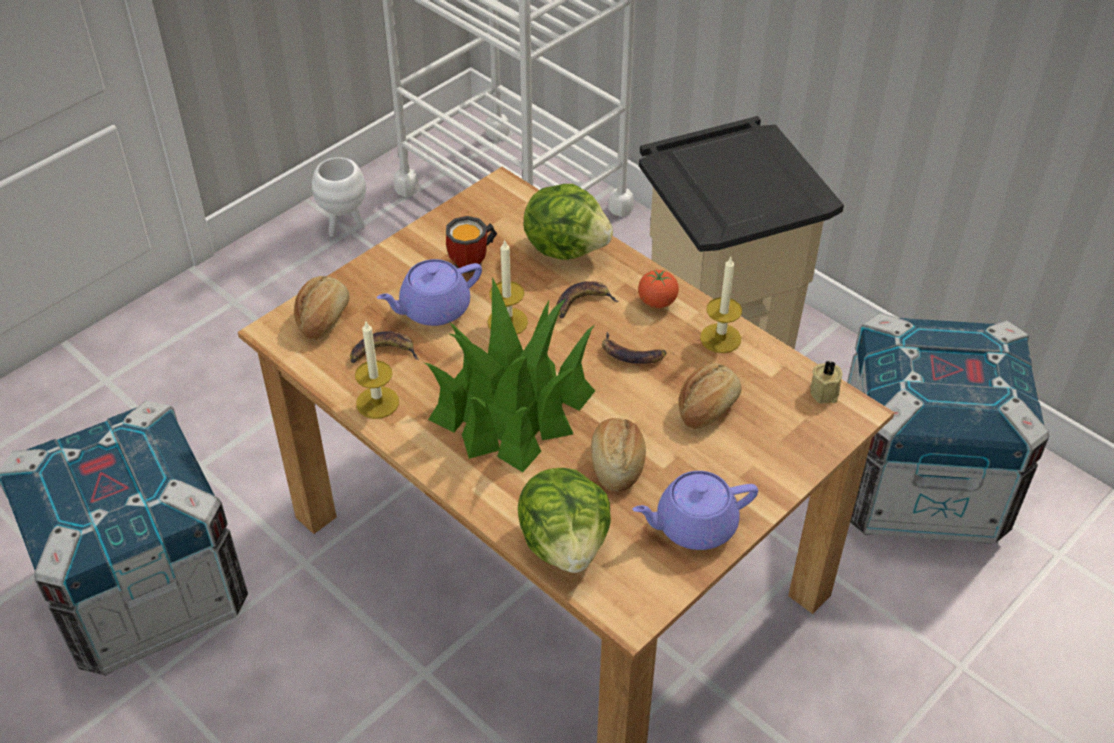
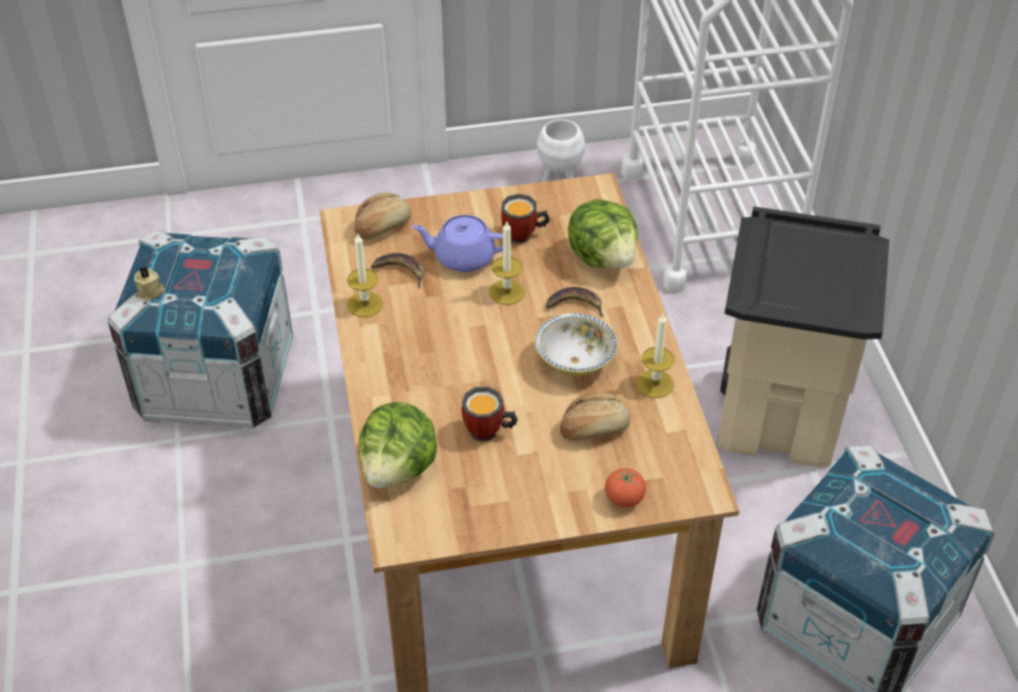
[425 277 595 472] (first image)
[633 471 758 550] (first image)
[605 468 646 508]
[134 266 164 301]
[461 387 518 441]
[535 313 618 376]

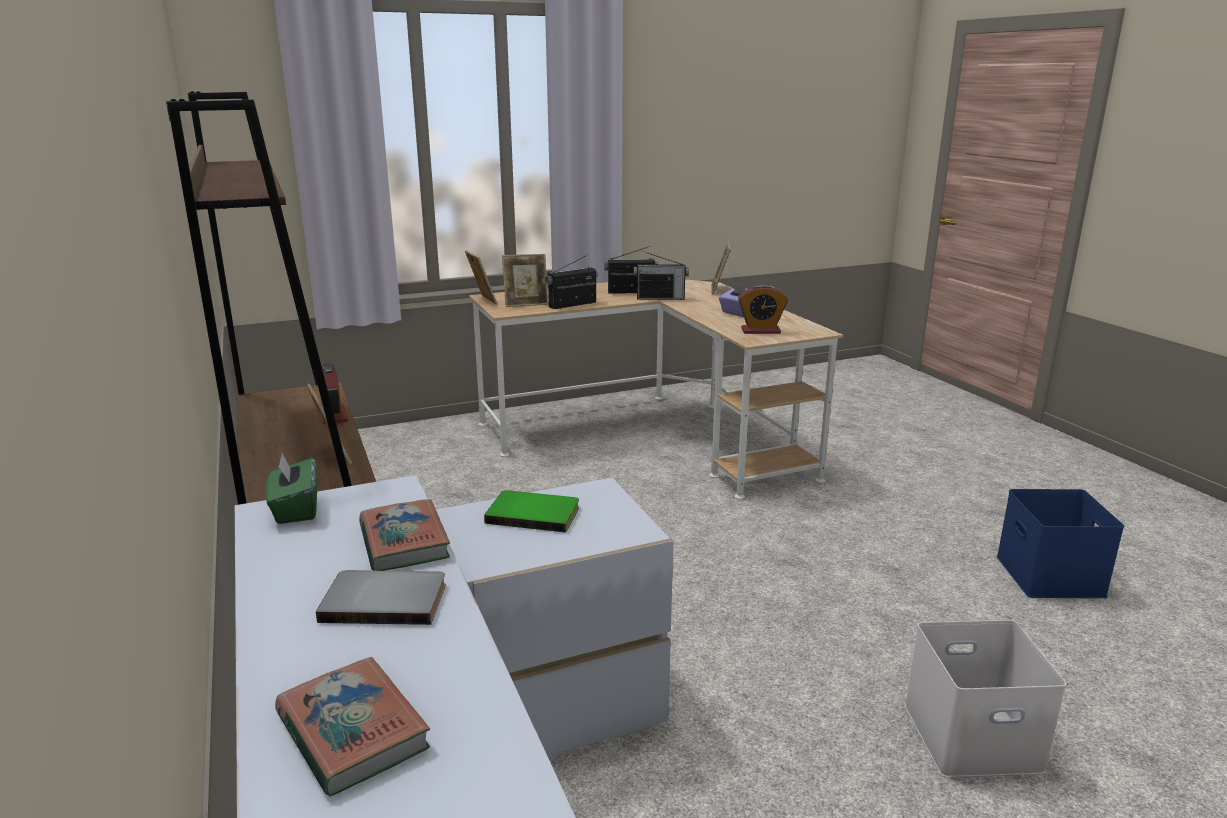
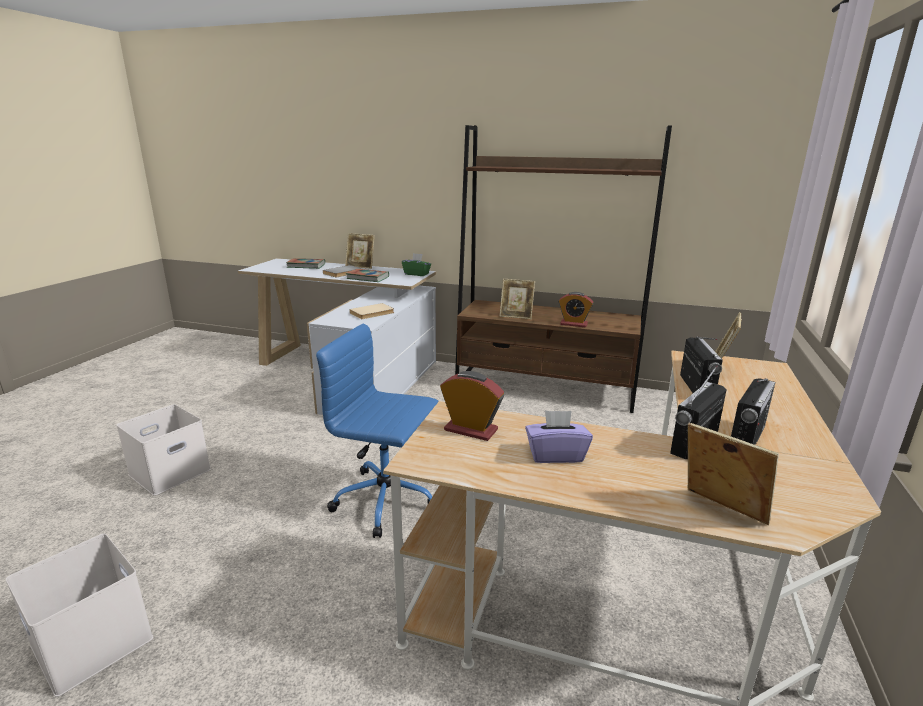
[316 324 439 538]
[345 233 375 269]
[349 303 394 319]
[6 534 154 697]
[440 371 504 441]

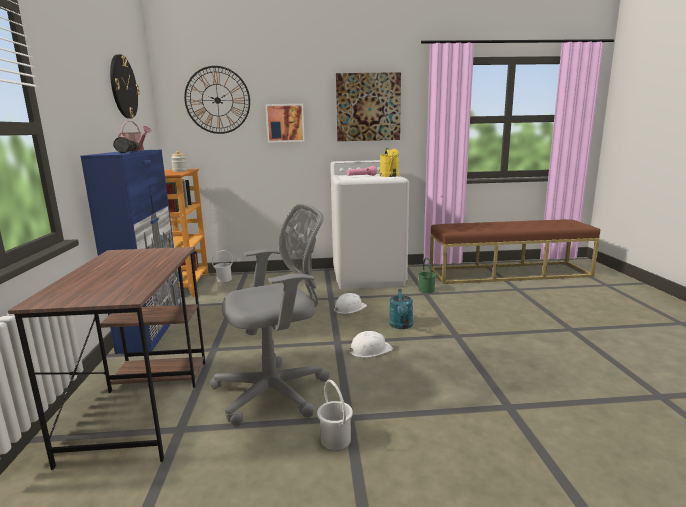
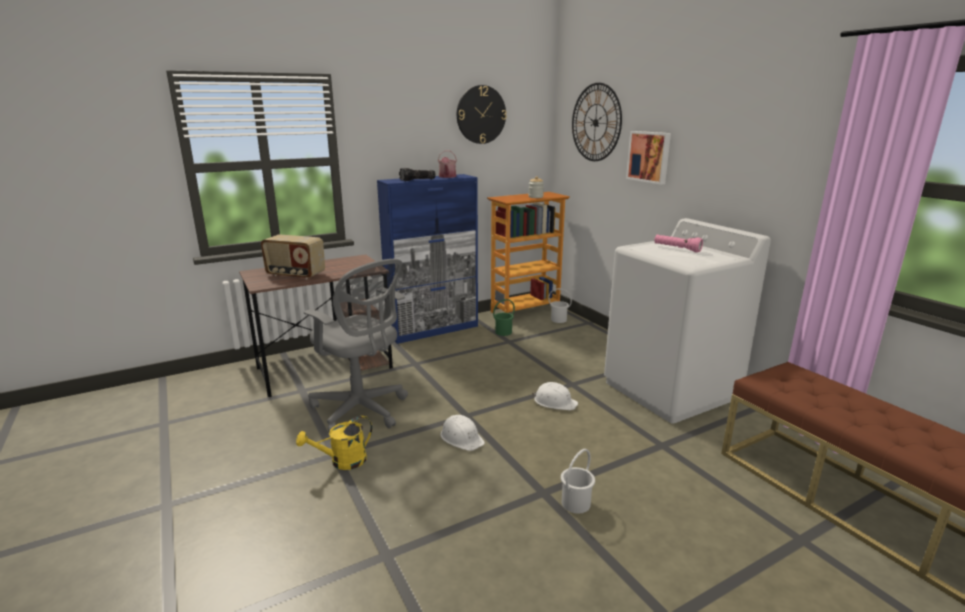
[336 72 401 141] (first image)
[389 289 413 329] (first image)
[261 234 325 279]
[561 449 595 514]
[296 416 372 470]
[493 299 515 336]

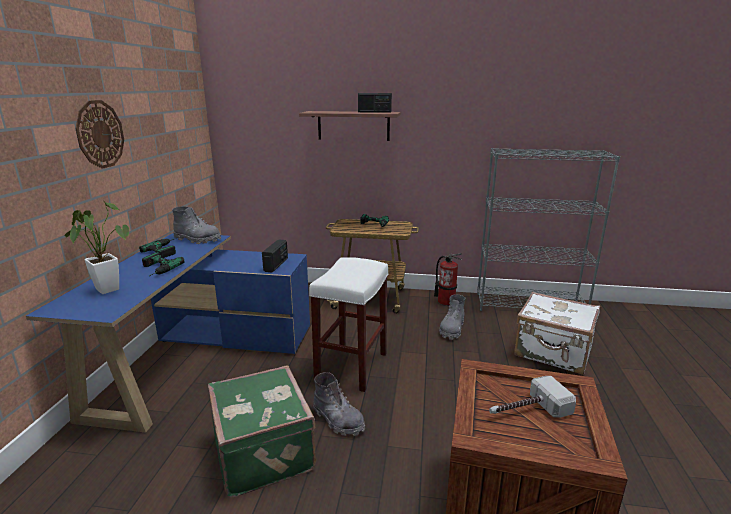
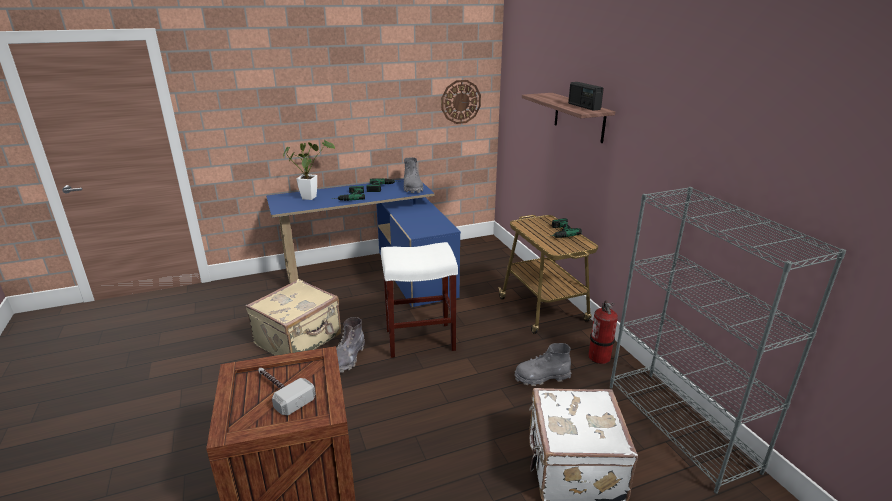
[262 239 288 272] (first image)
[441 80 481 124]
[245 279 341 356]

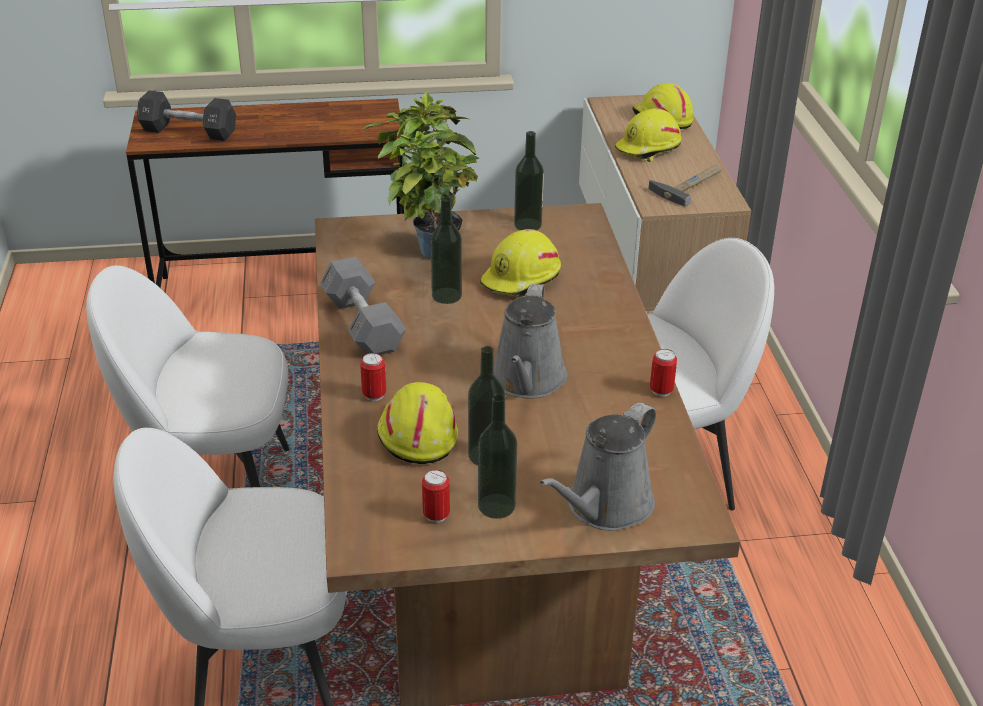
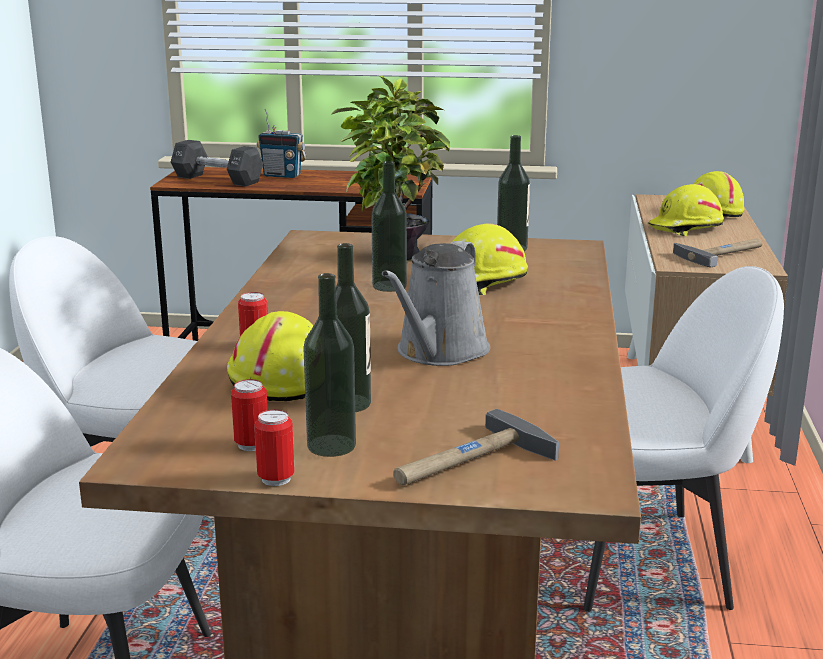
[320 256 406 355] (first image)
[257 109 307 178]
[255 409 295 486]
[393 409 559 485]

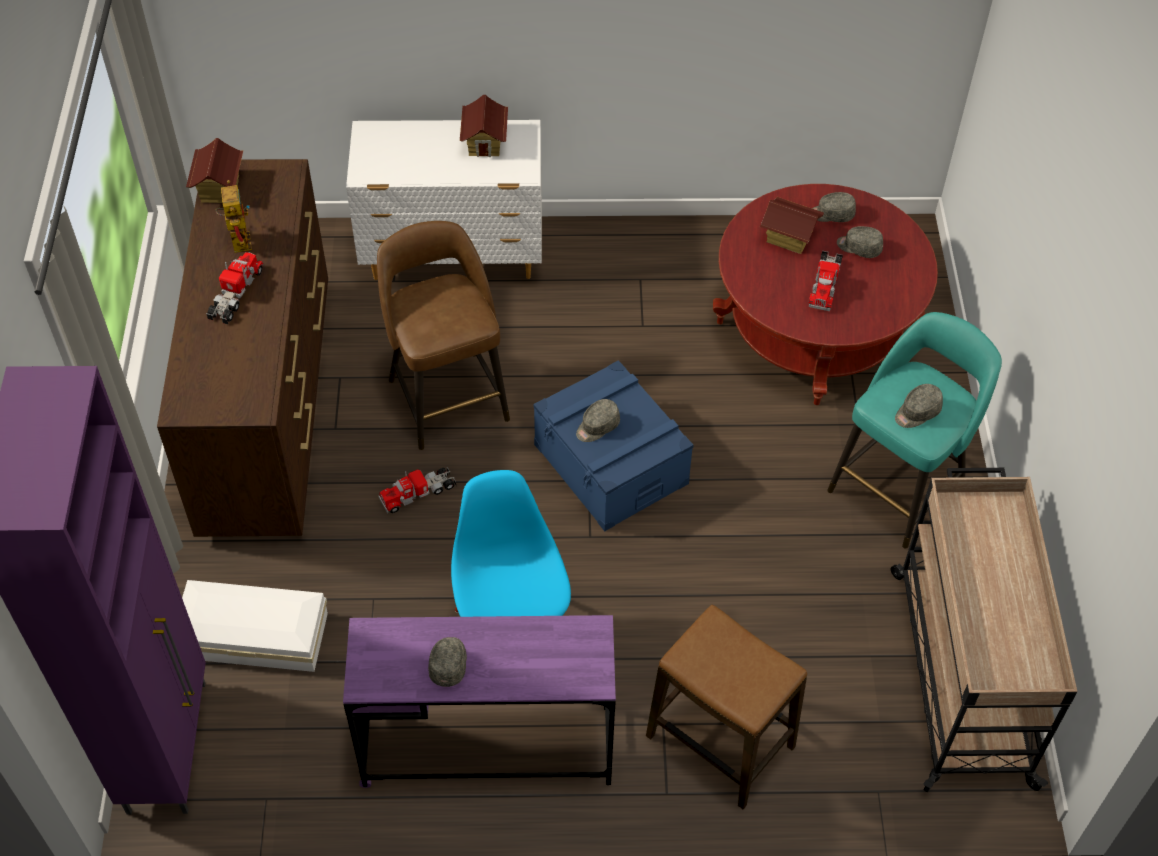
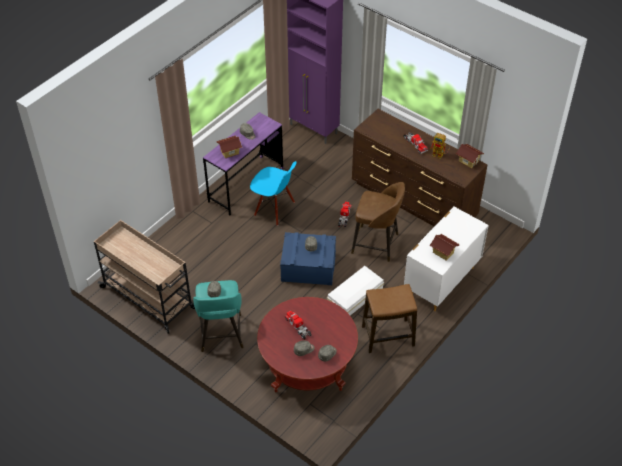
[327 266 384 315]
[362 284 417 353]
[216 136 242 158]

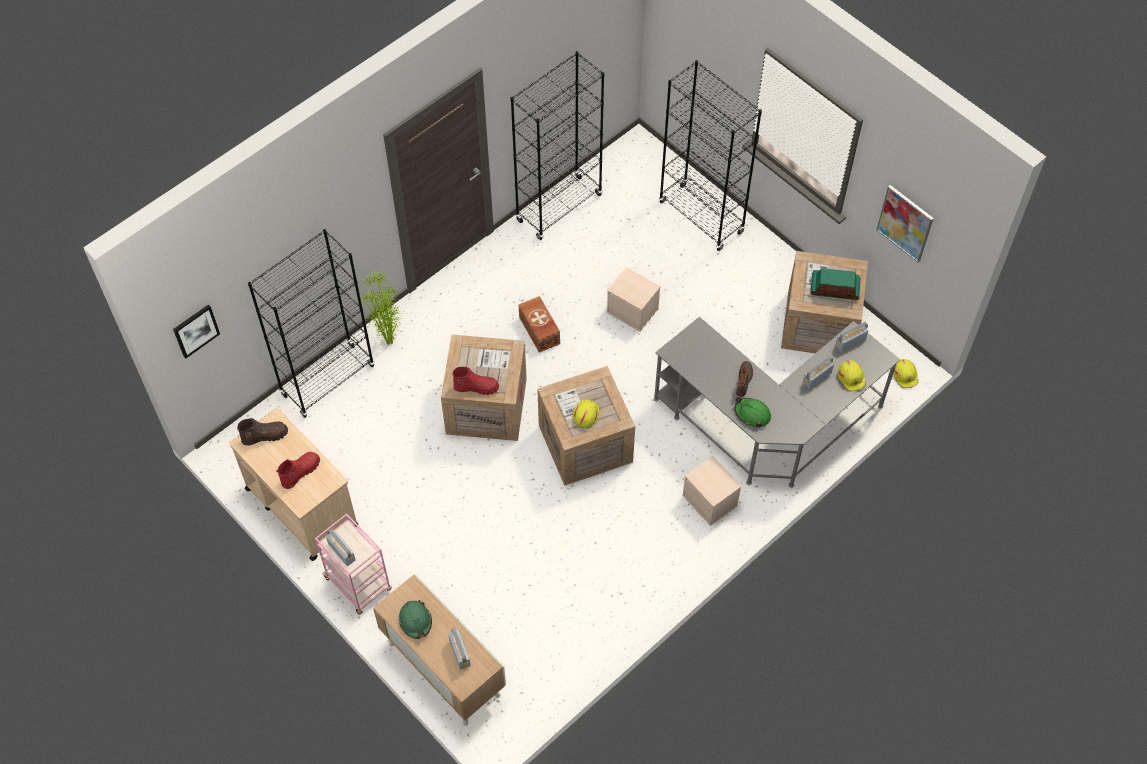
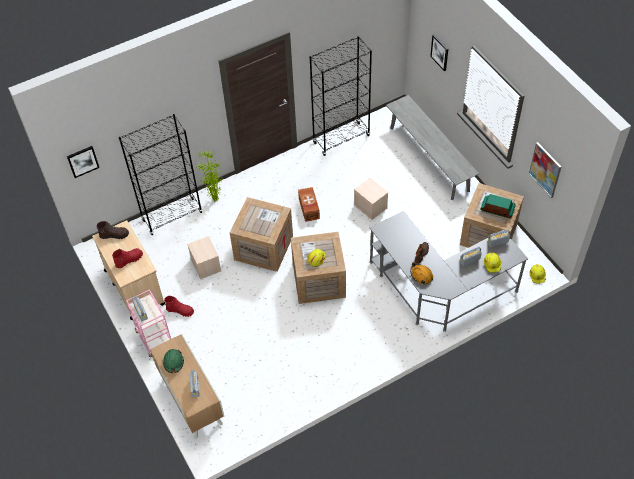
[430 34 448 71]
[164 296 194 317]
[187 236 221 279]
[386 95 479 200]
[410 262 433 284]

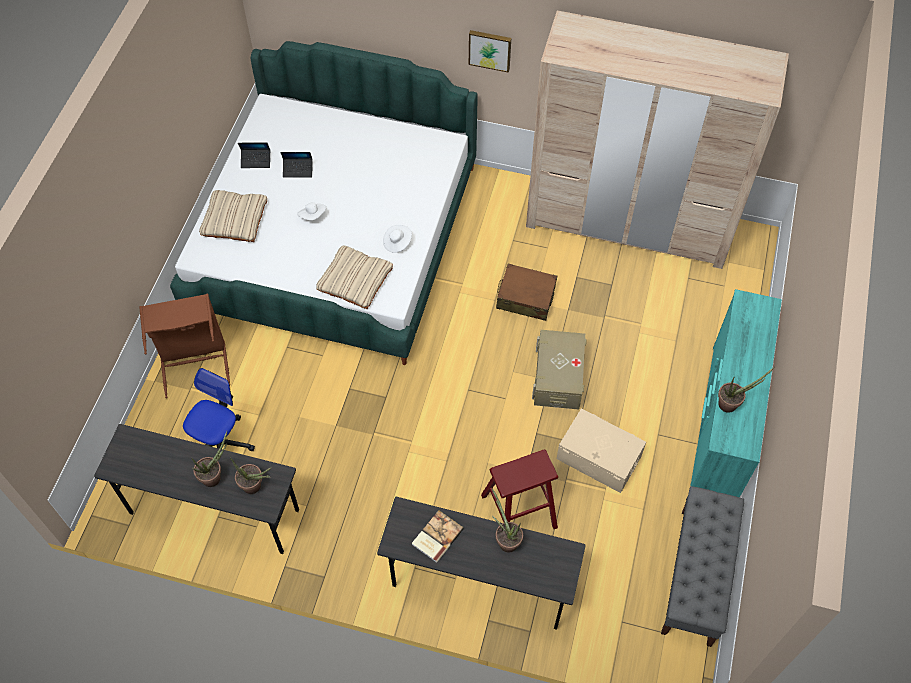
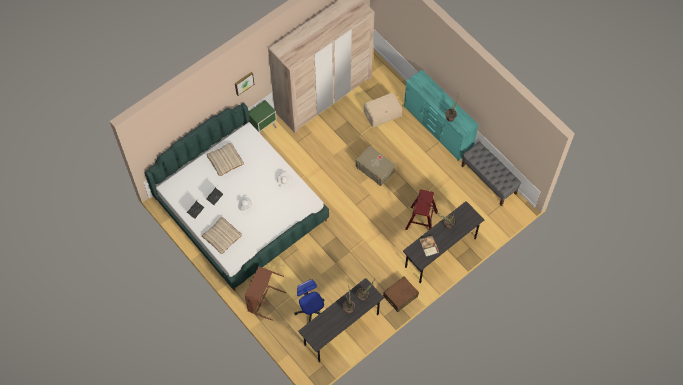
[249 100 277 134]
[207 142 244 176]
[383 277 419 312]
[364 92 402 128]

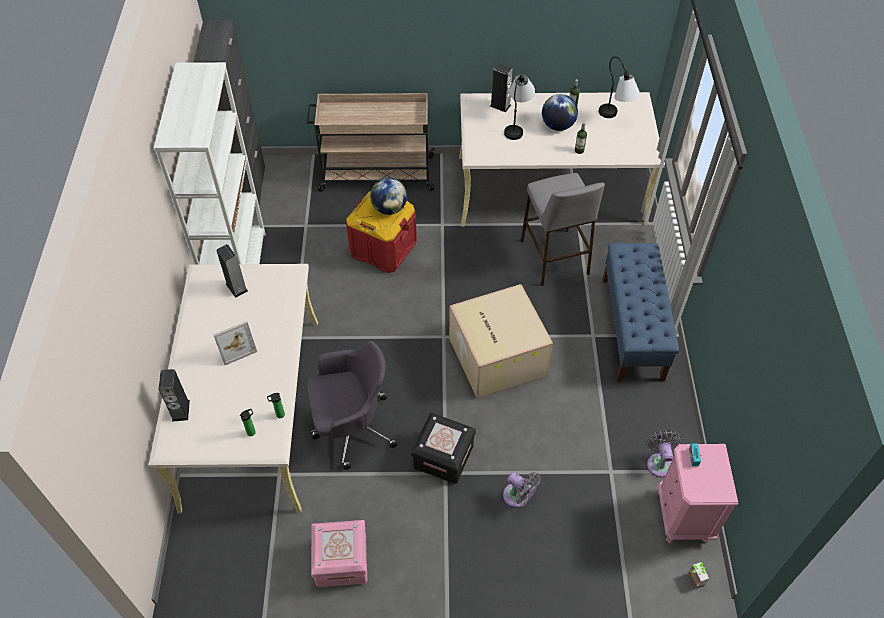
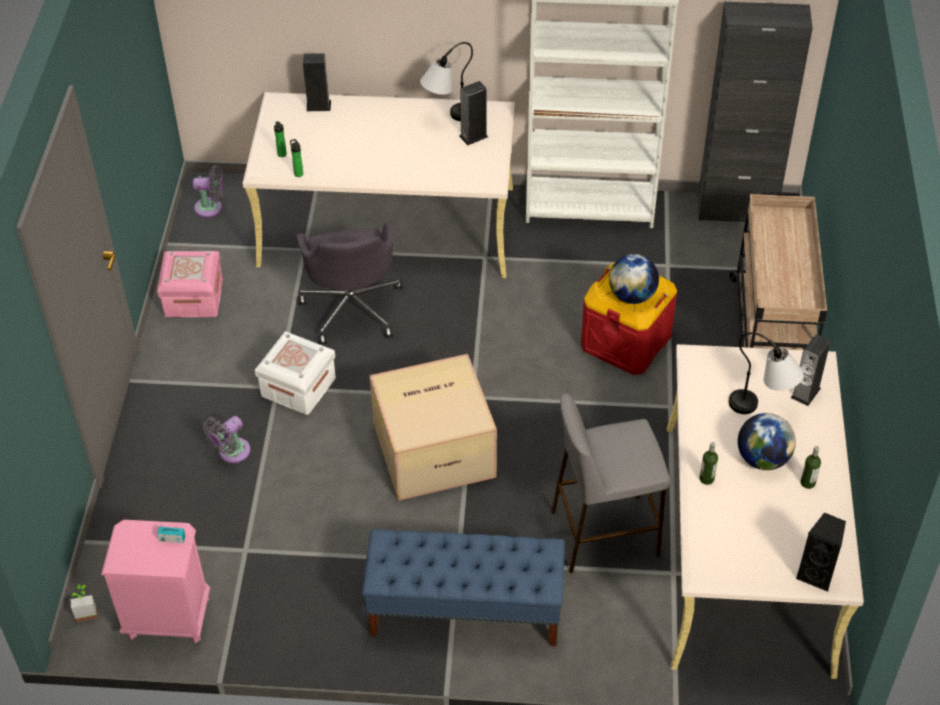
[213 321 257 365] (first image)
[796 512 846 592]
[420 42 473 121]
[193 165 224 217]
[255 331 336 415]

